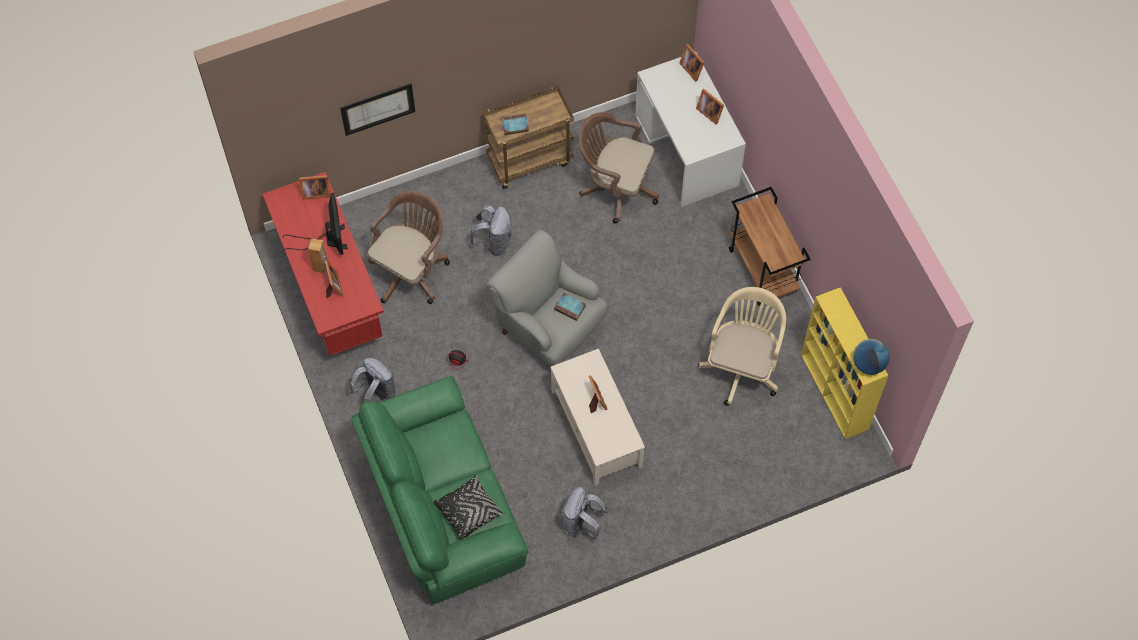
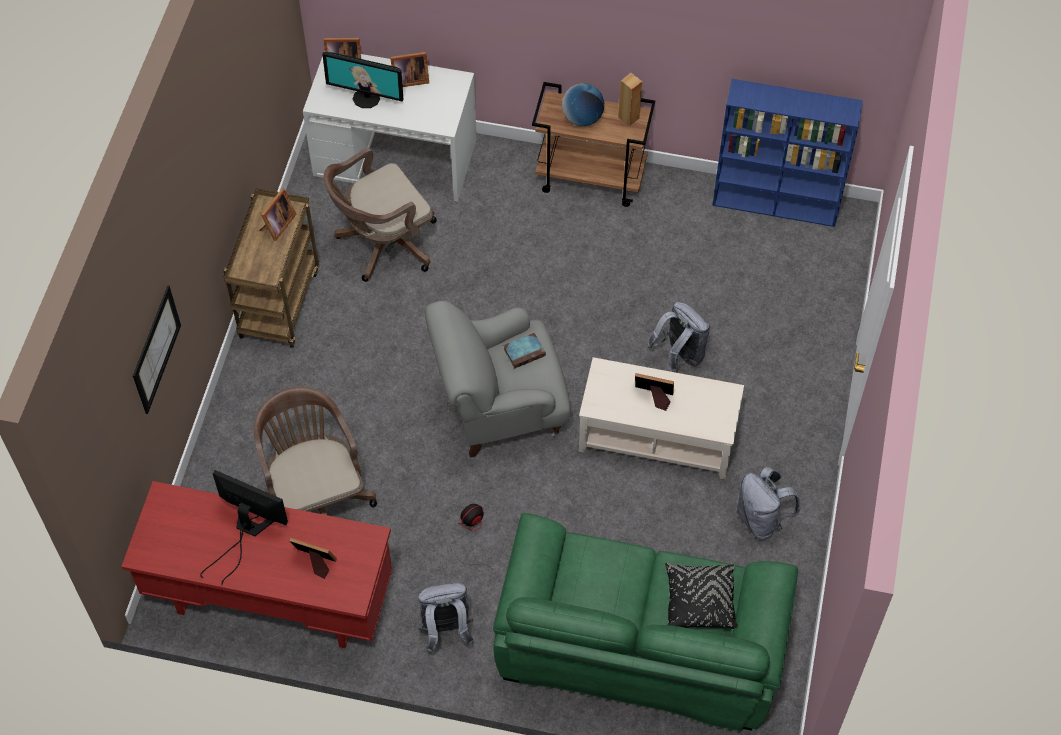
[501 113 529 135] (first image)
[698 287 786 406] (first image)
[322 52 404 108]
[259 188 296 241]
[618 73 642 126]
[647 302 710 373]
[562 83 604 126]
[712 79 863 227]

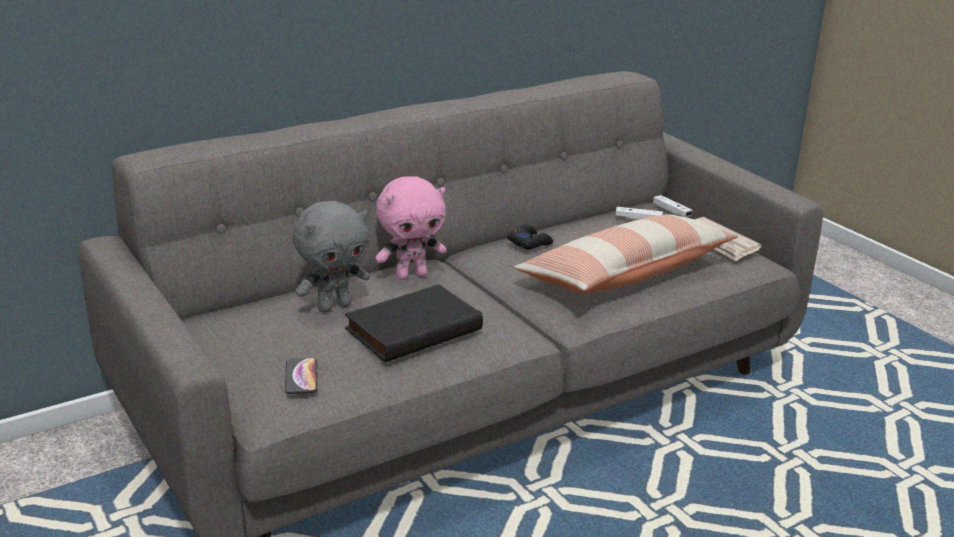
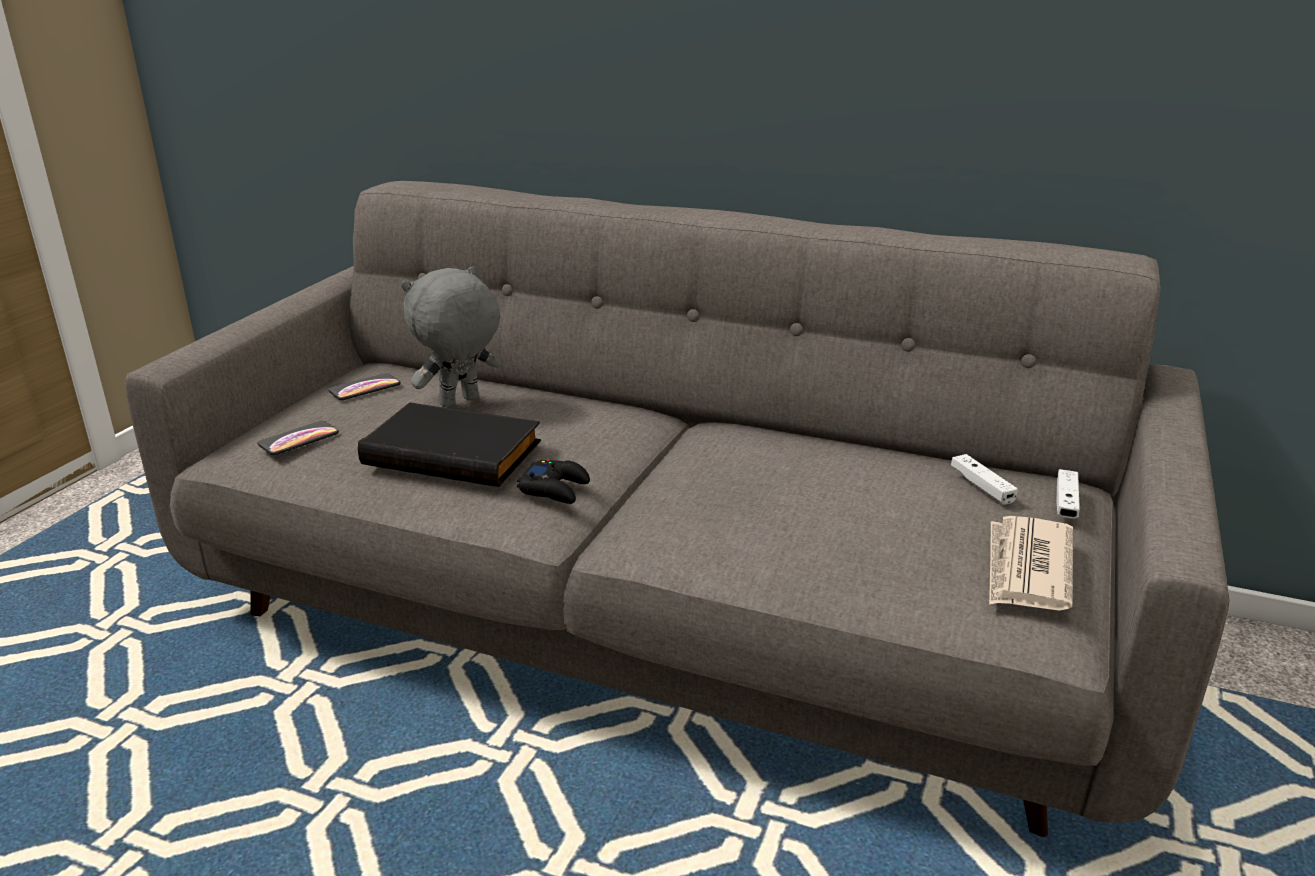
[375 176 447 280] (first image)
[514 214 738 294] (first image)
[328 373 400 400]
[517 459 590 504]
[401 266 501 408]

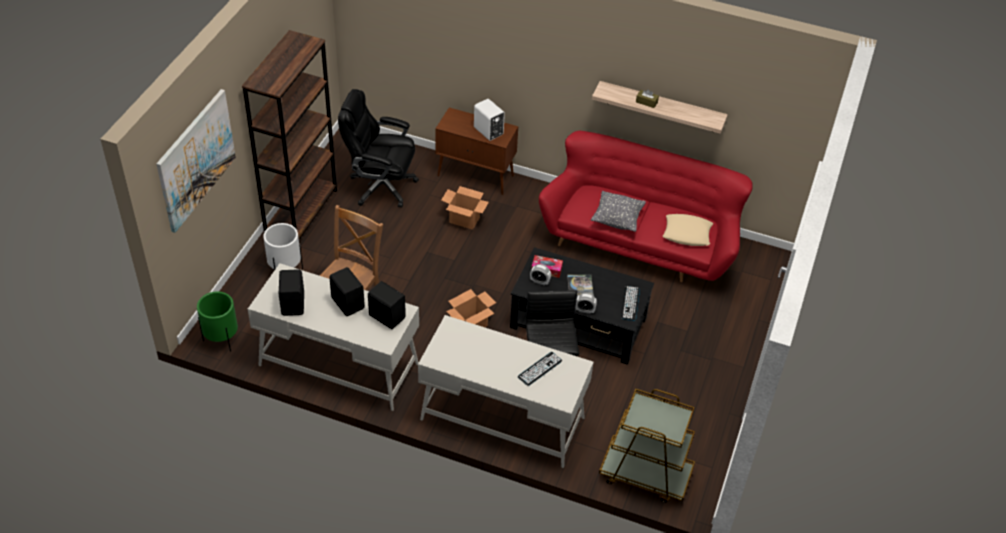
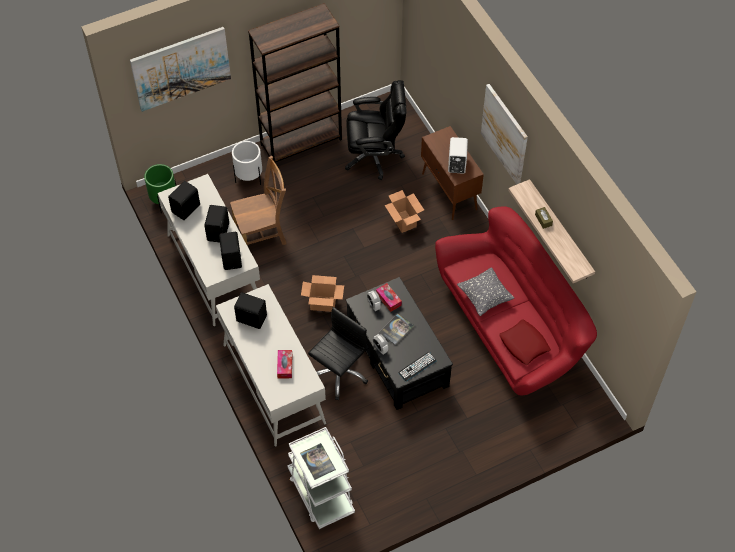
[234 292 267 329]
[300 443 336 480]
[481 84 528 185]
[277 350 292 378]
[287 427 355 529]
[499 319 551 365]
[345 80 406 180]

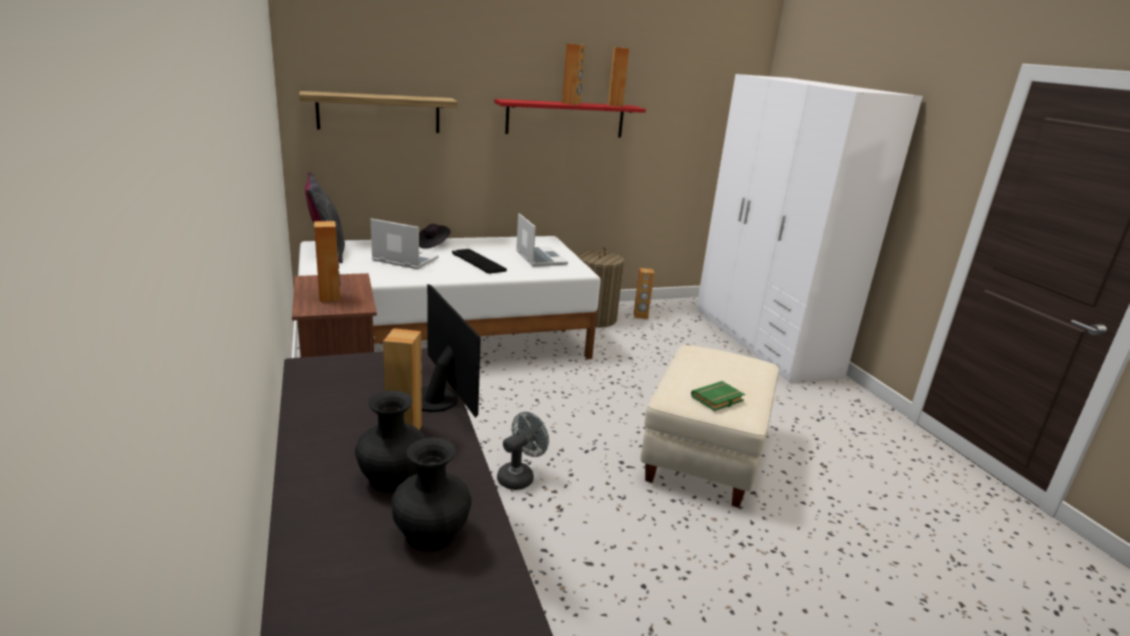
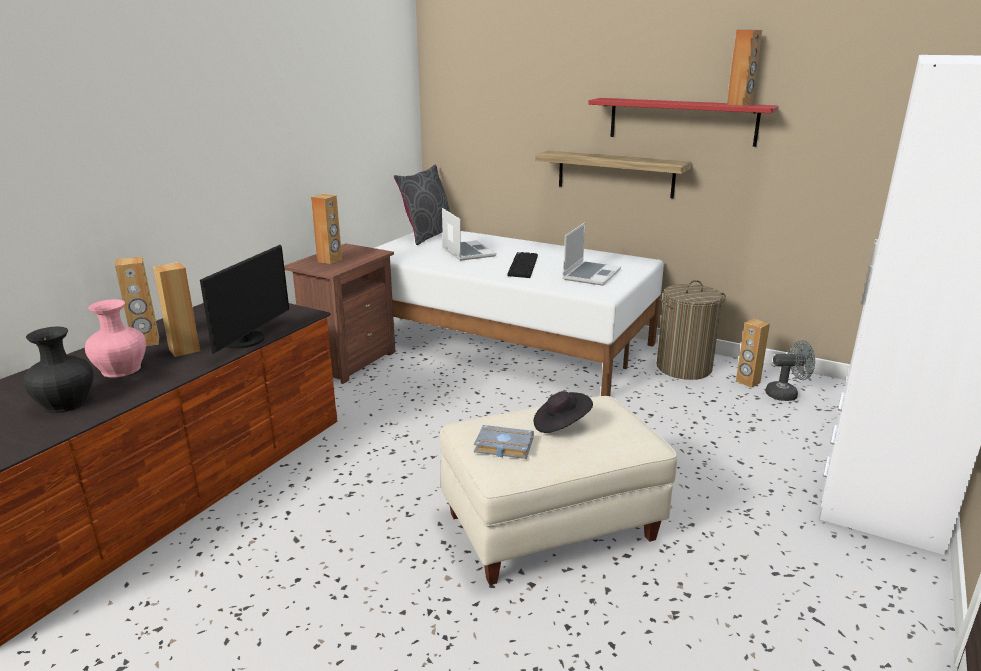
[535 150 691 198]
[534 391 593 433]
[765 340 815 401]
[115 257 159 346]
[85 299 146 377]
[474 425 534 459]

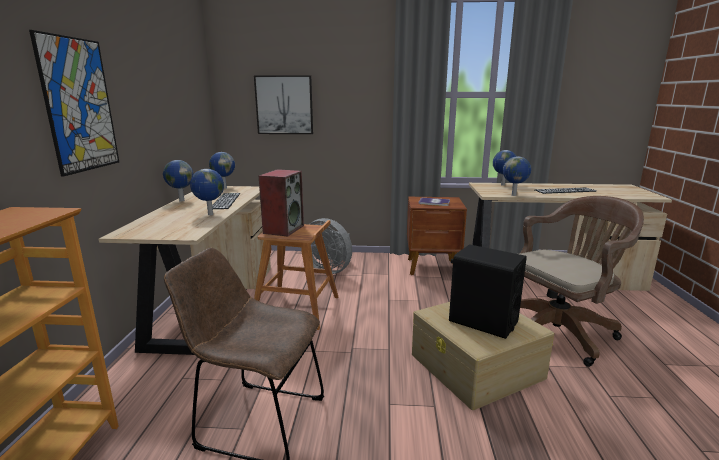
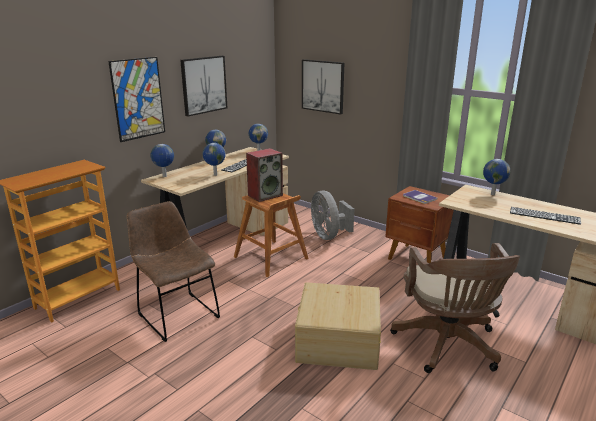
[449 244 527 339] (first image)
[180 56 227 117]
[150 144 174 177]
[390 243 520 373]

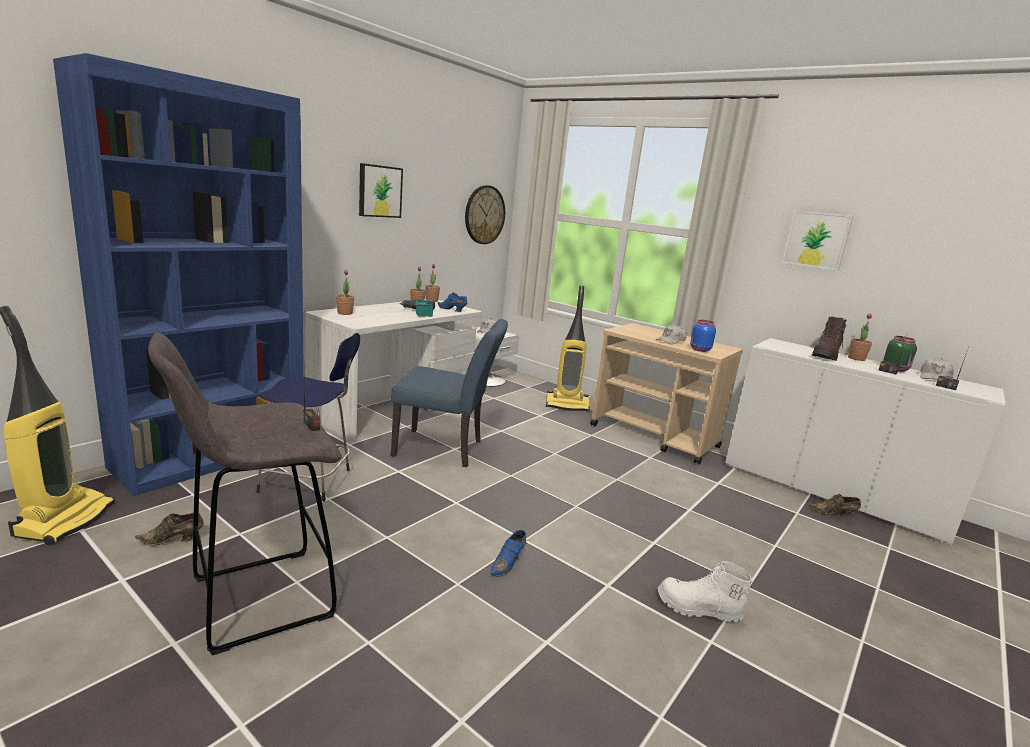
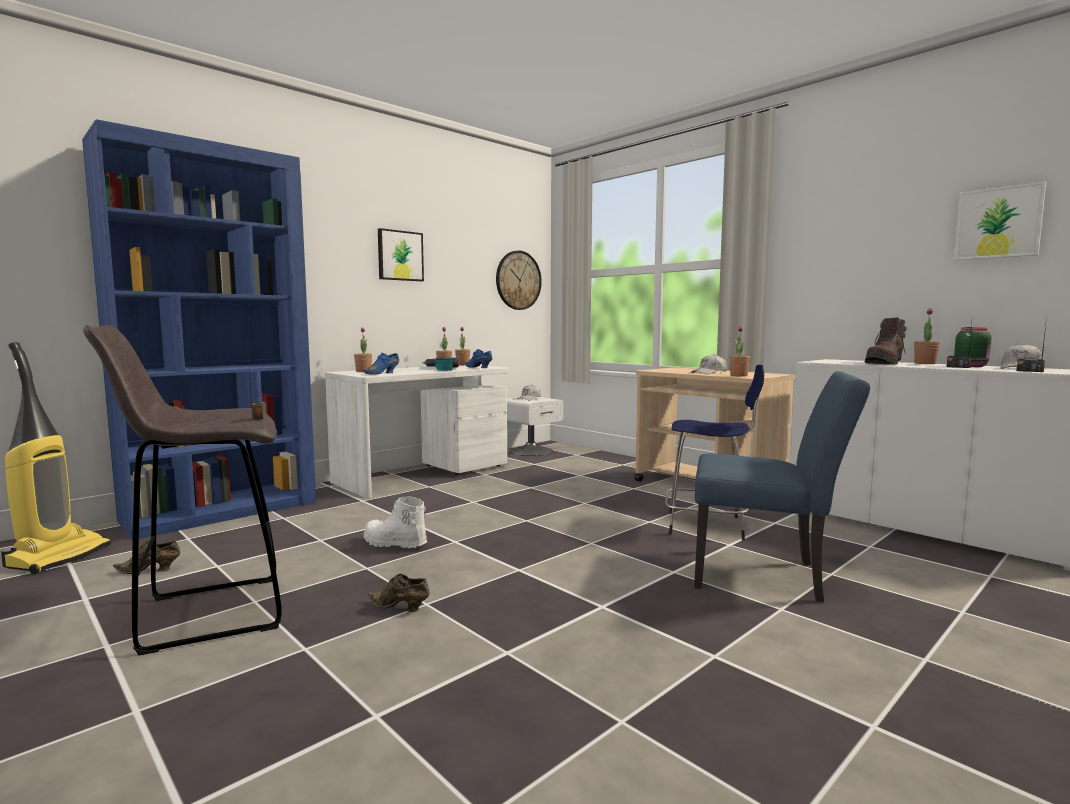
[546 286 590 412] (first image)
[665 365 764 540]
[694 371 870 602]
[363 353 399 374]
[363 496 427 548]
[954 181 1046 260]
[368 574 430 612]
[729 326 750 377]

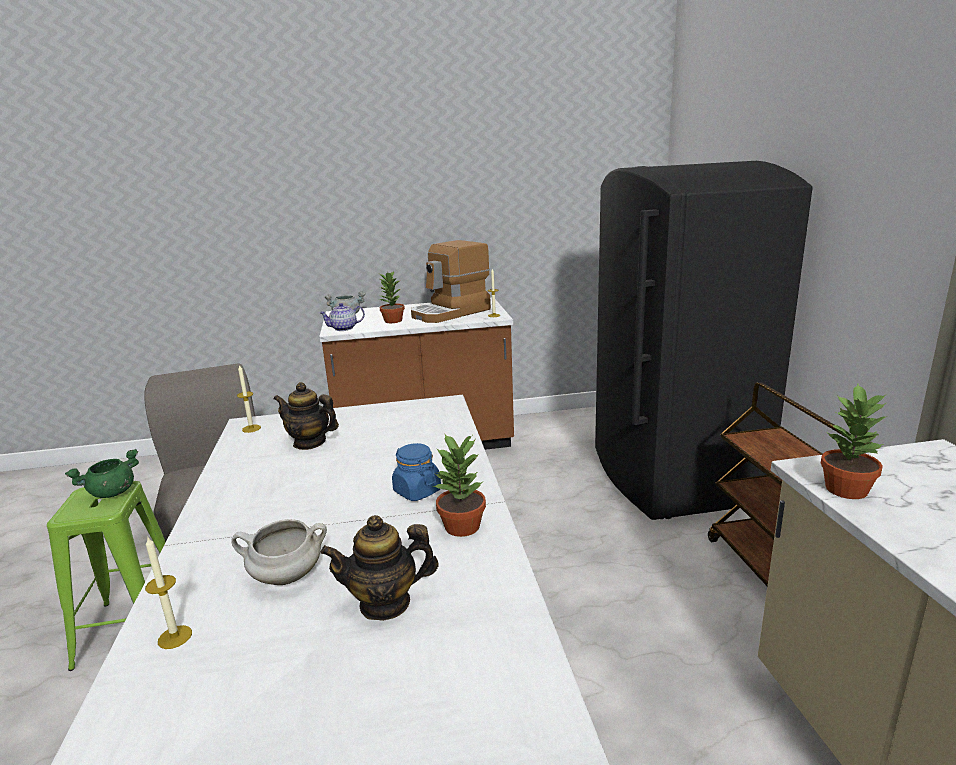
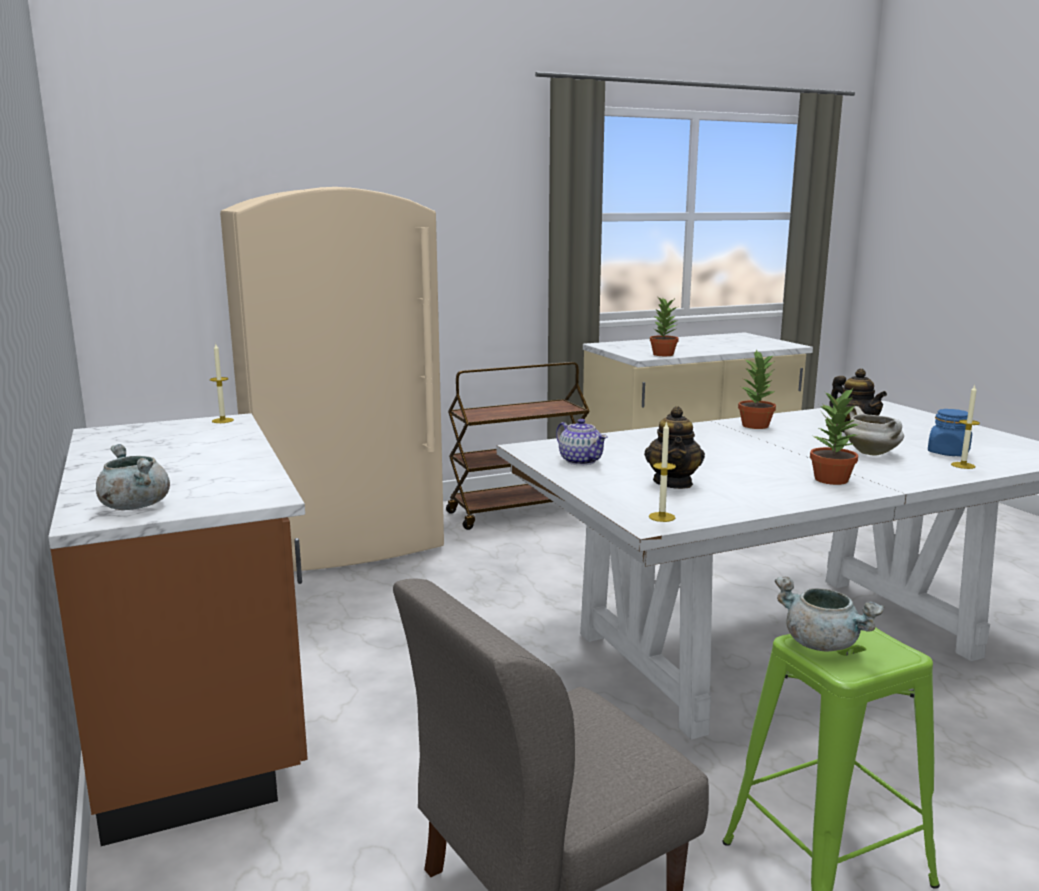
[411 240 491 323] (first image)
[556 419 608 466]
[810 388 859 485]
[928 409 972 456]
[775 577 885 652]
[220 187 444 571]

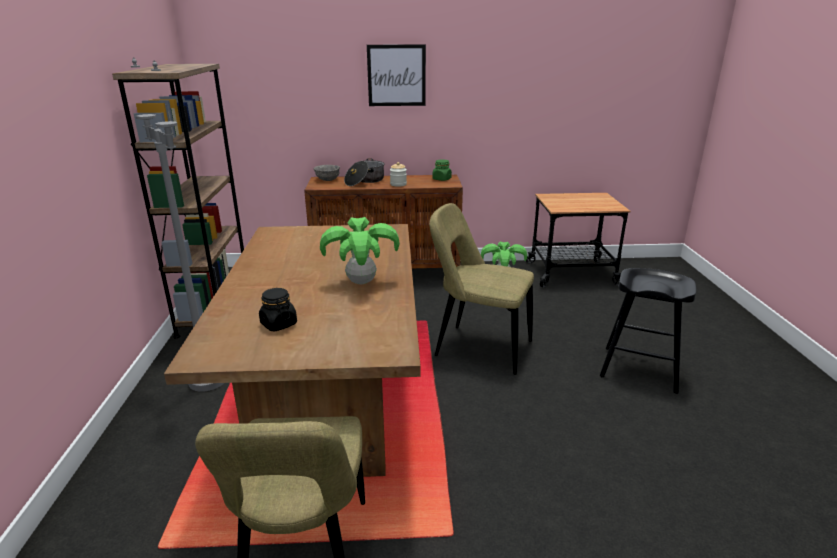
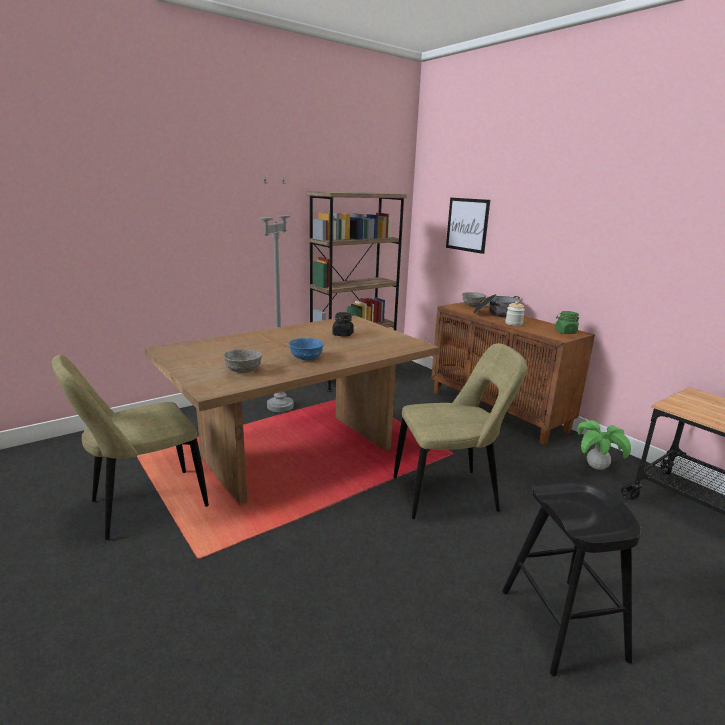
[224 349 262 373]
[332 312 354 337]
[446 198 490 254]
[289 338 324 361]
[393 343 527 519]

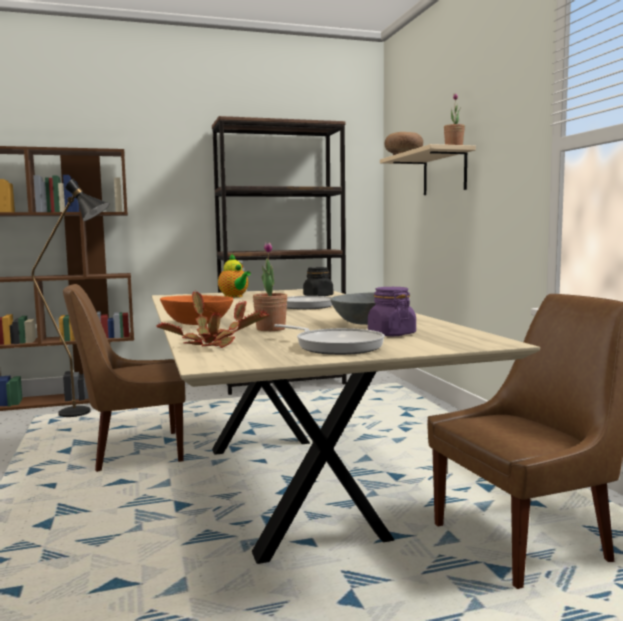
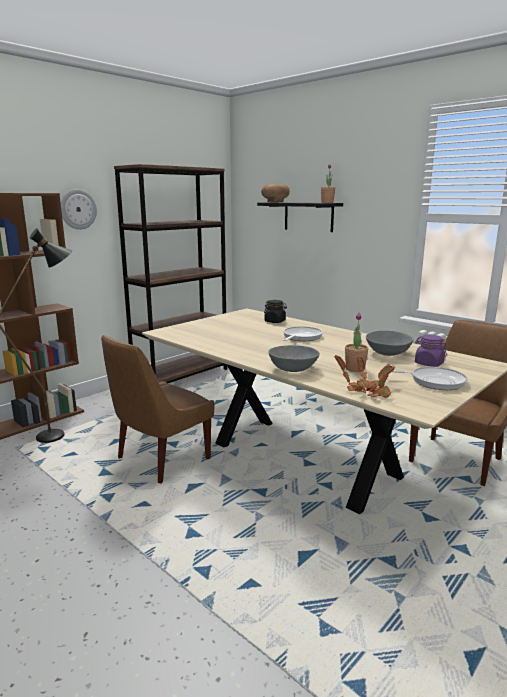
[218 253 251 297] (first image)
[61 189 97 230]
[268 345 320 372]
[257 202 343 232]

